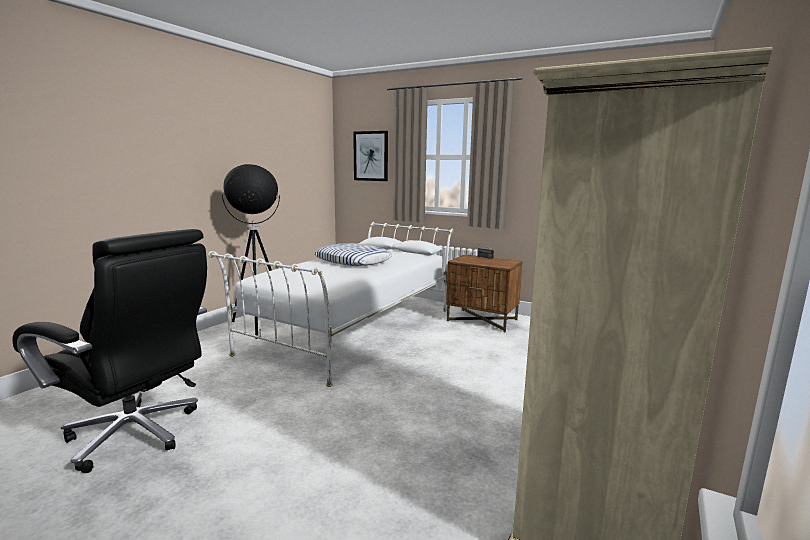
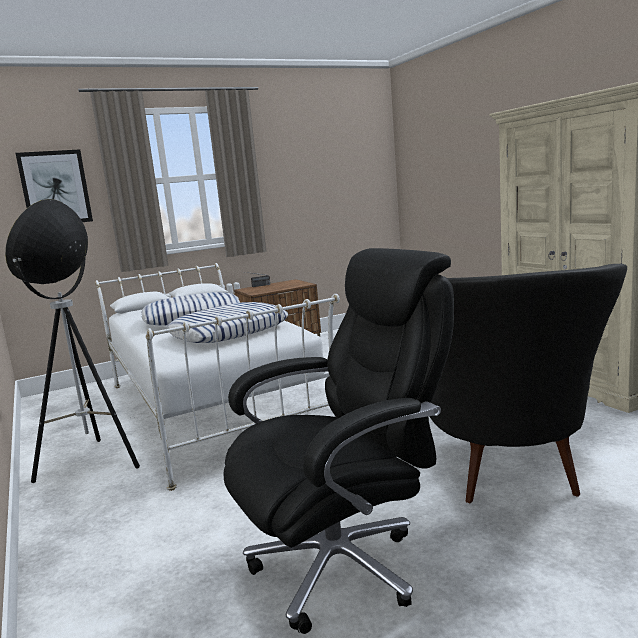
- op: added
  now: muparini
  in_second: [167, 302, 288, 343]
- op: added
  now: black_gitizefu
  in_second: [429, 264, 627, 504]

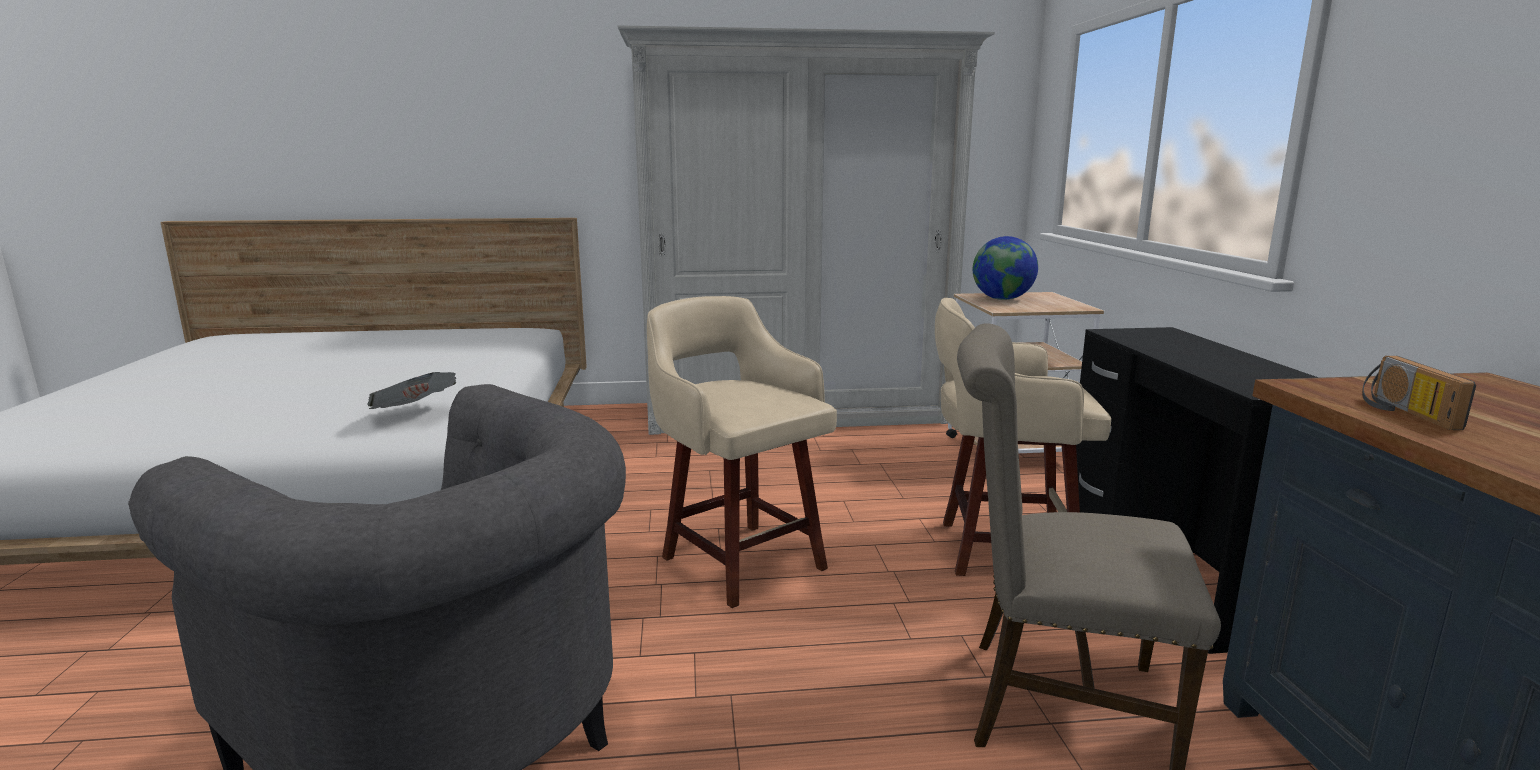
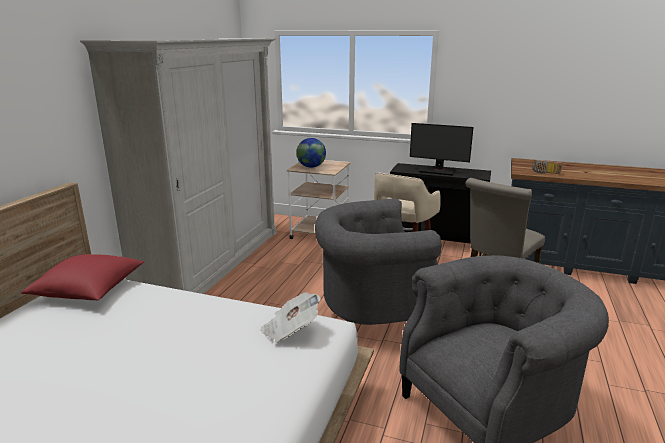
- op: added
  now: red_muparini
  in_second: [21, 254, 144, 300]
- op: replaced
  was: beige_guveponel
  now: grey_gitizefu
  in_first: [647, 296, 837, 608]
  in_second: [315, 198, 442, 325]
- op: added
  now: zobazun
  in_second: [410, 123, 473, 176]

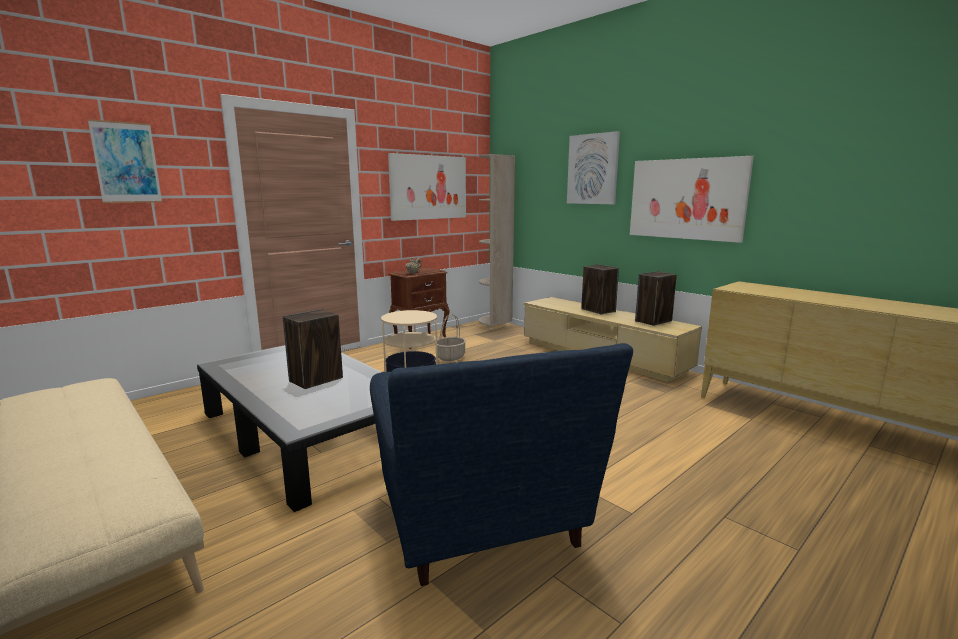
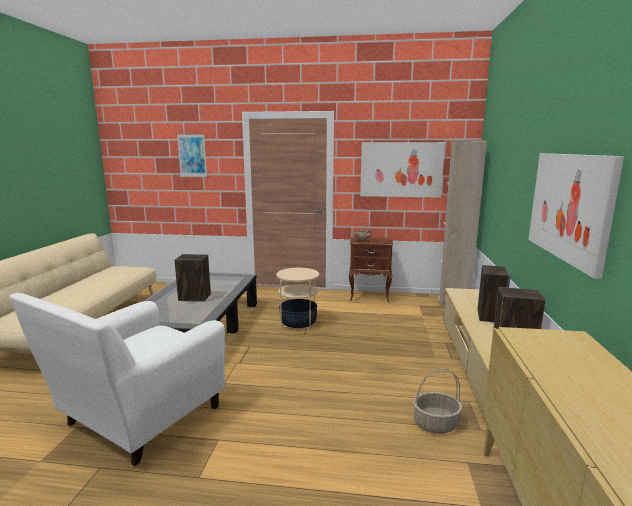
- op: recoloured
  was: blue_gitizefu
  now: white_gitizefu
  in_first: [370, 343, 633, 586]
  in_second: [9, 293, 225, 466]
- op: moved
  was: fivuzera
  in_first: [435, 314, 466, 361]
  in_second: [413, 368, 463, 434]
- op: removed
  was: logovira
  in_first: [567, 131, 620, 204]

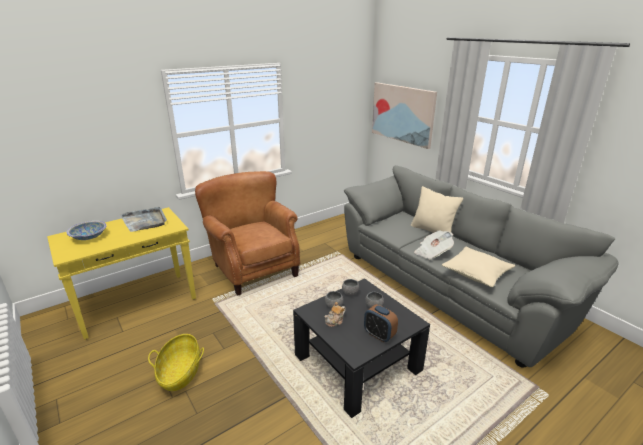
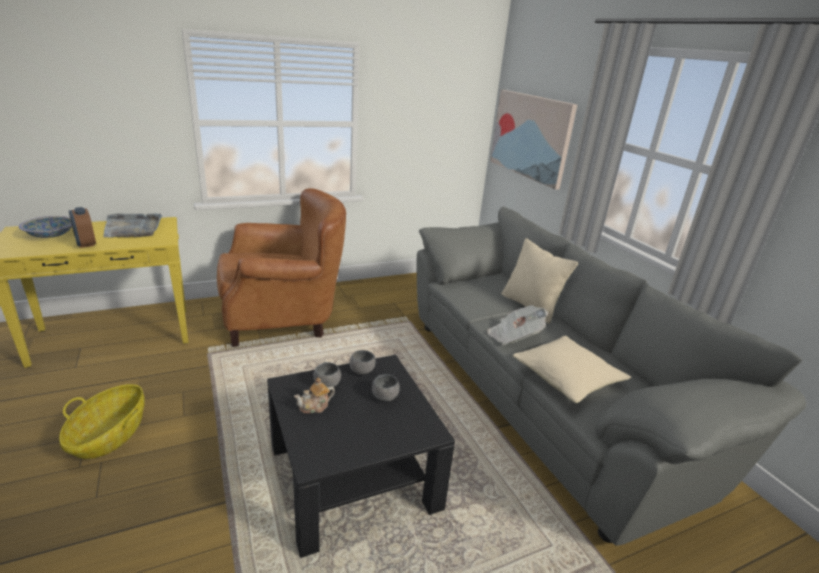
- op: moved
  was: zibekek
  in_first: [364, 304, 398, 342]
  in_second: [69, 207, 96, 248]
- op: turned
  was: brown_gitizefu
  in_first: [195, 171, 300, 296]
  in_second: [217, 188, 346, 347]
  clockwise: 90

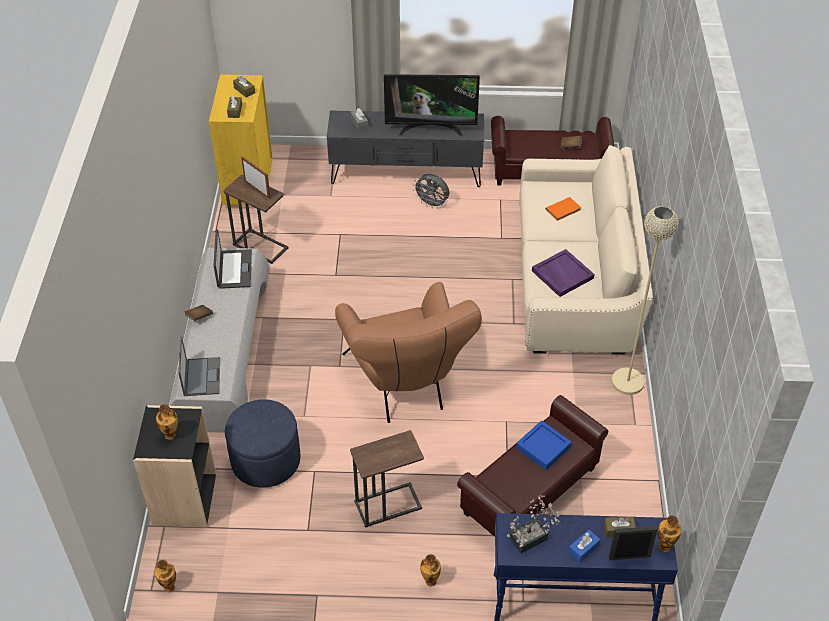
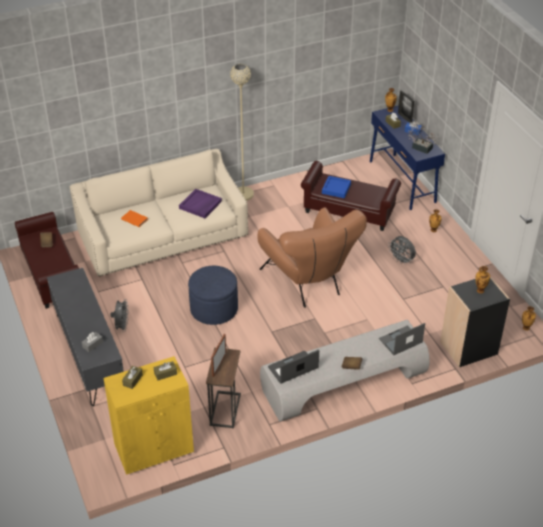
- op: moved
  was: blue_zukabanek
  in_first: [225, 399, 301, 488]
  in_second: [188, 266, 238, 325]
- op: turned
  was: brown_gitizefu
  in_first: [335, 282, 482, 423]
  in_second: [257, 207, 367, 308]
  clockwise: 105
- op: replaced
  was: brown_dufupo
  now: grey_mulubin
  in_first: [350, 430, 424, 528]
  in_second: [389, 236, 416, 265]
- op: removed
  was: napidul
  in_first: [384, 74, 480, 136]

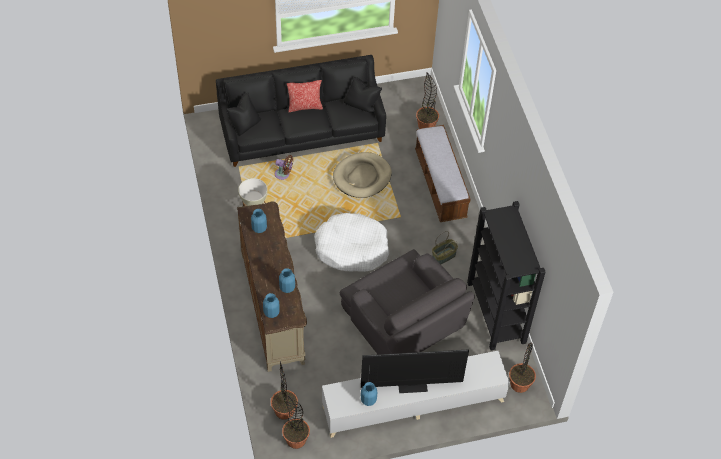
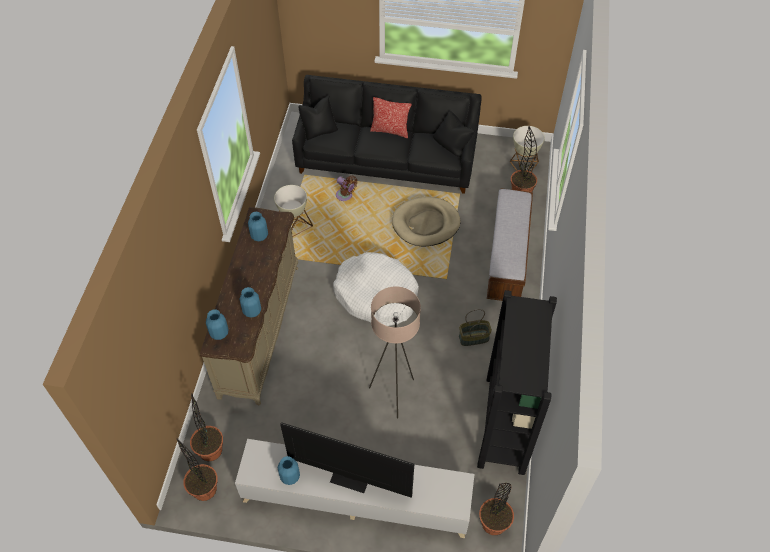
- op: replaced
  was: grey_gitizefu
  now: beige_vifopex
  in_first: [340, 249, 475, 354]
  in_second: [369, 286, 421, 419]
- op: added
  now: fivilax
  in_second: [510, 126, 545, 171]

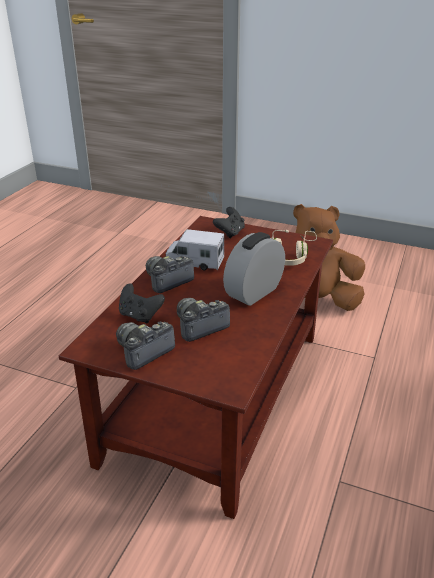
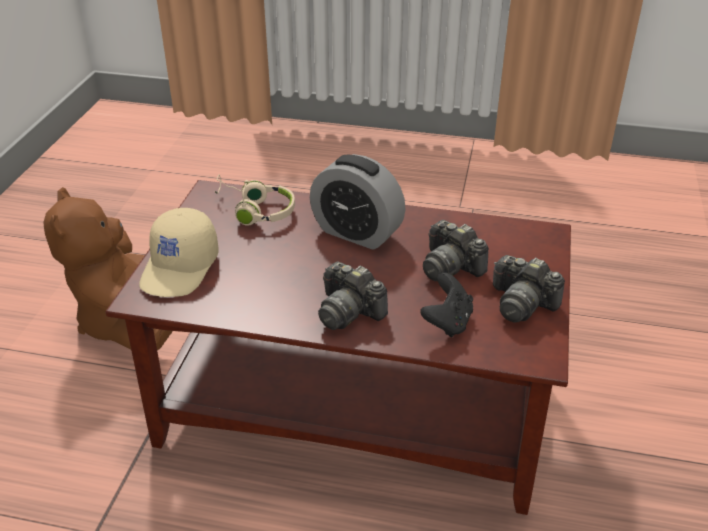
- op: replaced
  was: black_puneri
  now: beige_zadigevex
  in_first: [213, 207, 245, 239]
  in_second: [139, 208, 219, 297]
- op: removed
  was: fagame
  in_first: [166, 229, 224, 270]

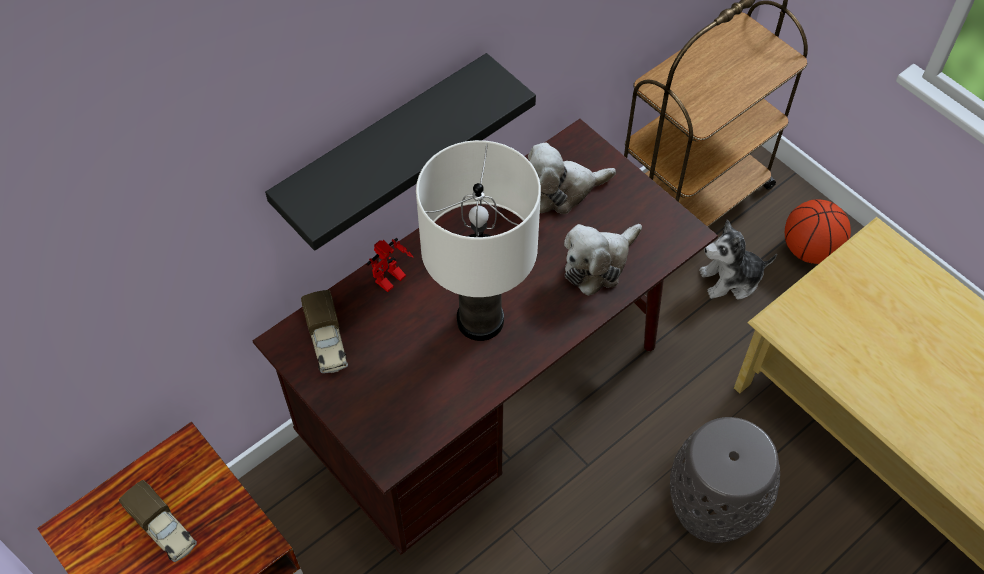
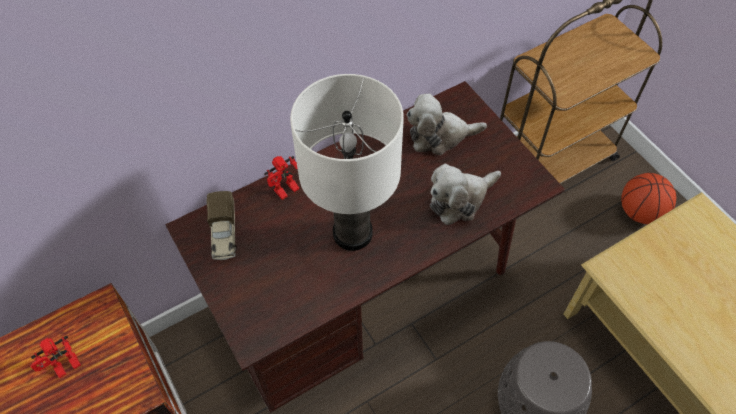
- op: replaced
  was: fagame
  now: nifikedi
  in_first: [119, 480, 197, 562]
  in_second: [31, 336, 81, 378]
- op: removed
  was: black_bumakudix
  in_first: [265, 53, 536, 251]
- op: removed
  was: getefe
  in_first: [699, 220, 777, 300]

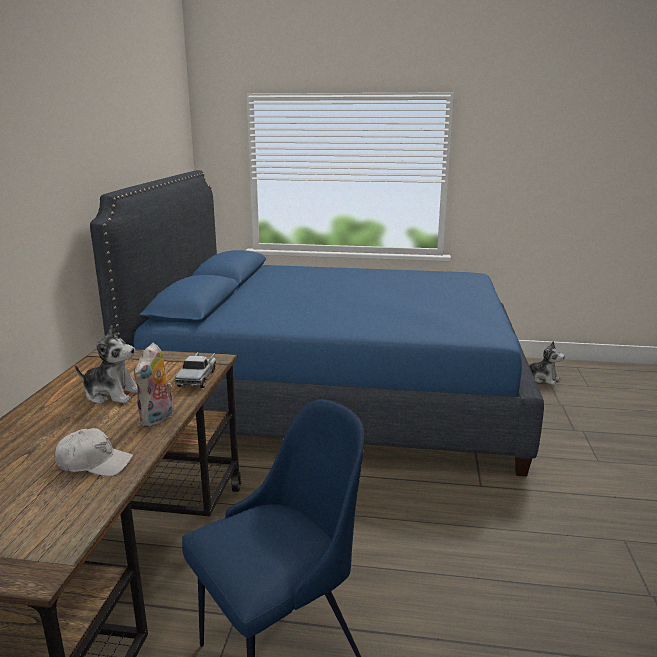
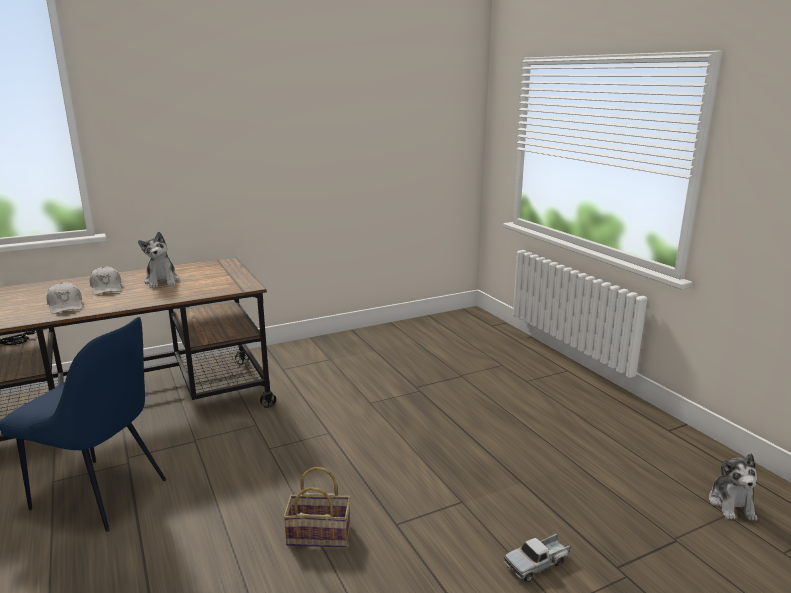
- op: added
  now: white_zadigevex
  in_second: [90, 266, 121, 295]
- op: added
  now: fivuzera
  in_second: [283, 467, 351, 548]
- op: moved
  was: fagame
  in_first: [175, 352, 216, 388]
  in_second: [504, 533, 570, 582]
- op: removed
  was: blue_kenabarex
  in_first: [90, 170, 544, 477]
- op: removed
  was: getefe
  in_first: [134, 343, 174, 428]

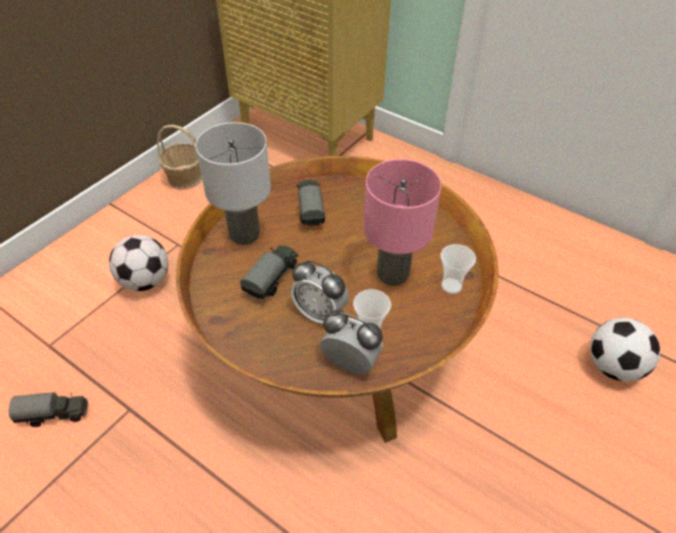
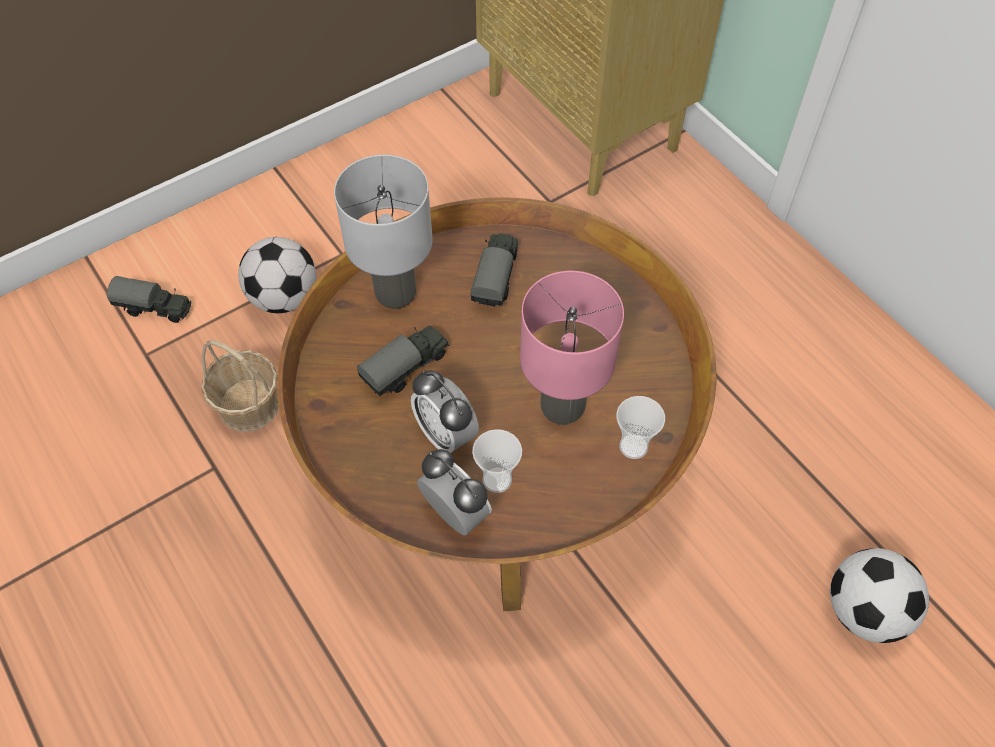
- op: moved
  was: fagame
  in_first: [9, 392, 88, 427]
  in_second: [107, 276, 191, 323]
- op: moved
  was: fivuzera
  in_first: [157, 125, 202, 189]
  in_second: [201, 340, 279, 432]

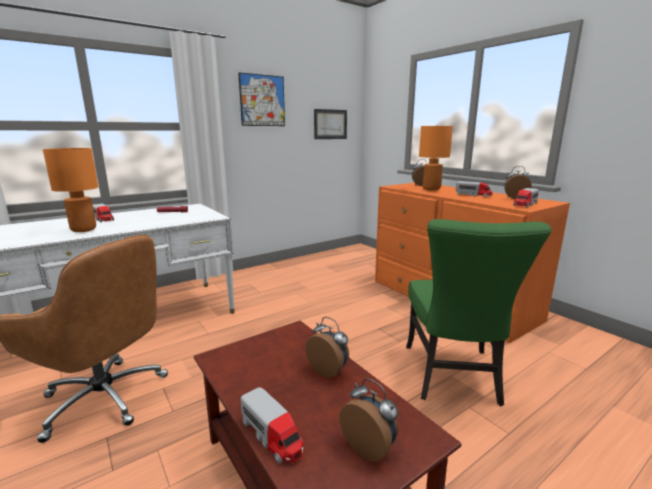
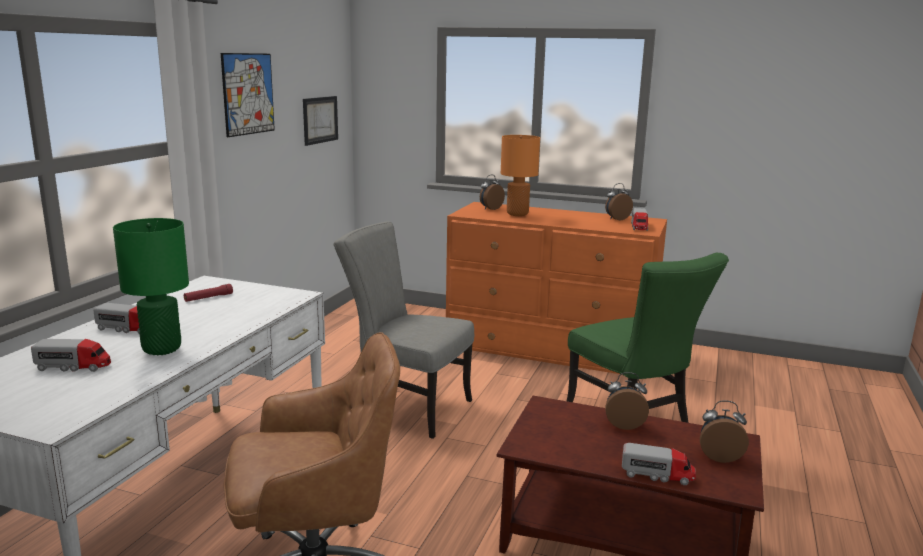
- op: moved
  was: fagame
  in_first: [456, 181, 492, 197]
  in_second: [31, 339, 111, 372]
- op: recoloured
  was: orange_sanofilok
  now: green_sanofilok
  in_first: [43, 148, 98, 232]
  in_second: [113, 218, 189, 356]
- op: added
  now: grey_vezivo
  in_second: [333, 221, 474, 439]

